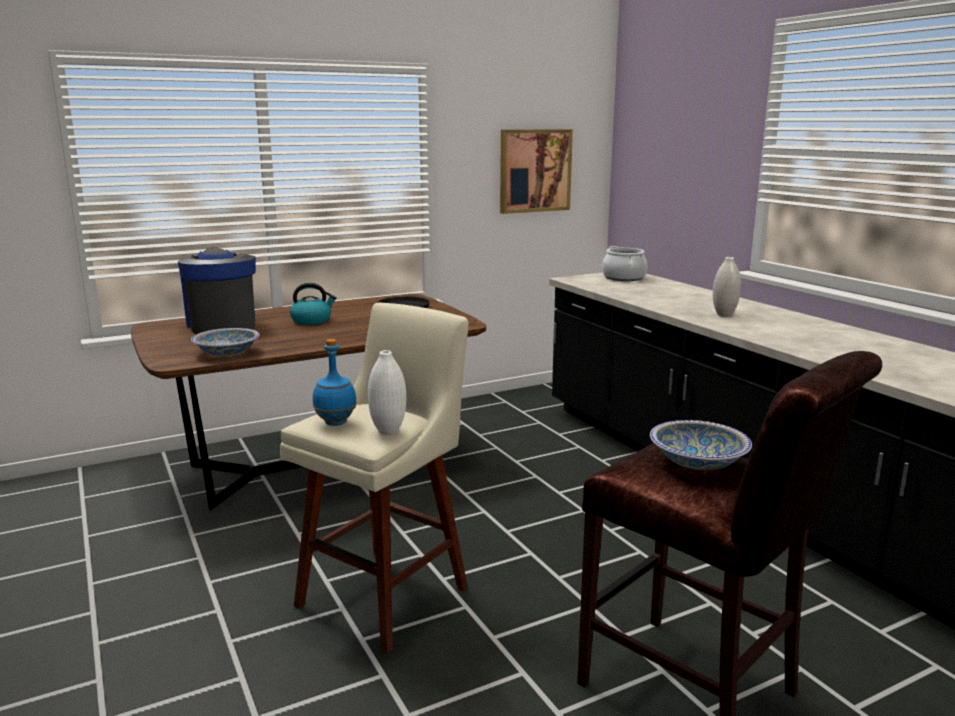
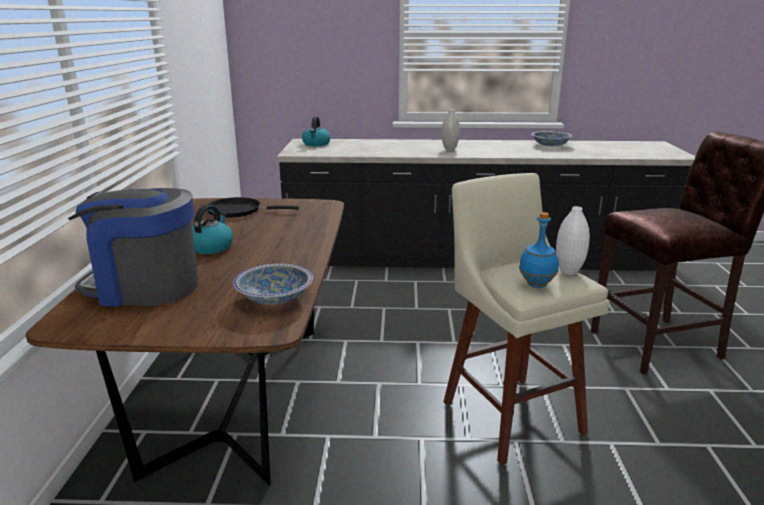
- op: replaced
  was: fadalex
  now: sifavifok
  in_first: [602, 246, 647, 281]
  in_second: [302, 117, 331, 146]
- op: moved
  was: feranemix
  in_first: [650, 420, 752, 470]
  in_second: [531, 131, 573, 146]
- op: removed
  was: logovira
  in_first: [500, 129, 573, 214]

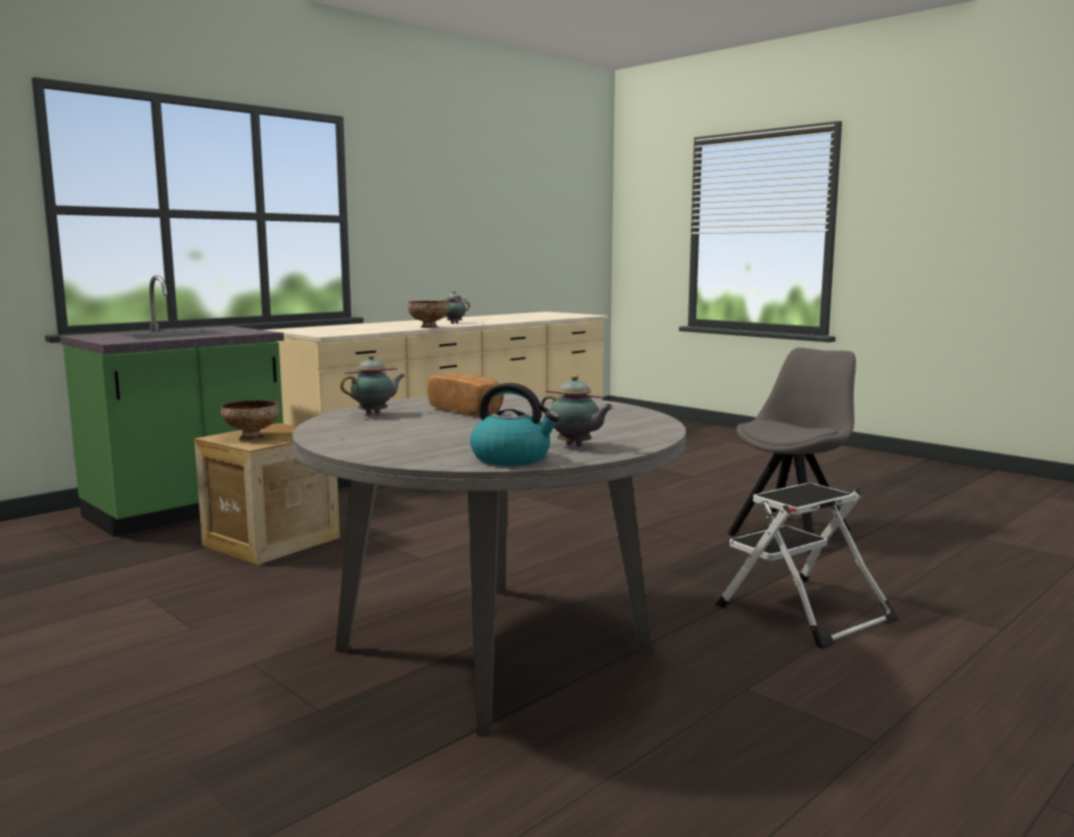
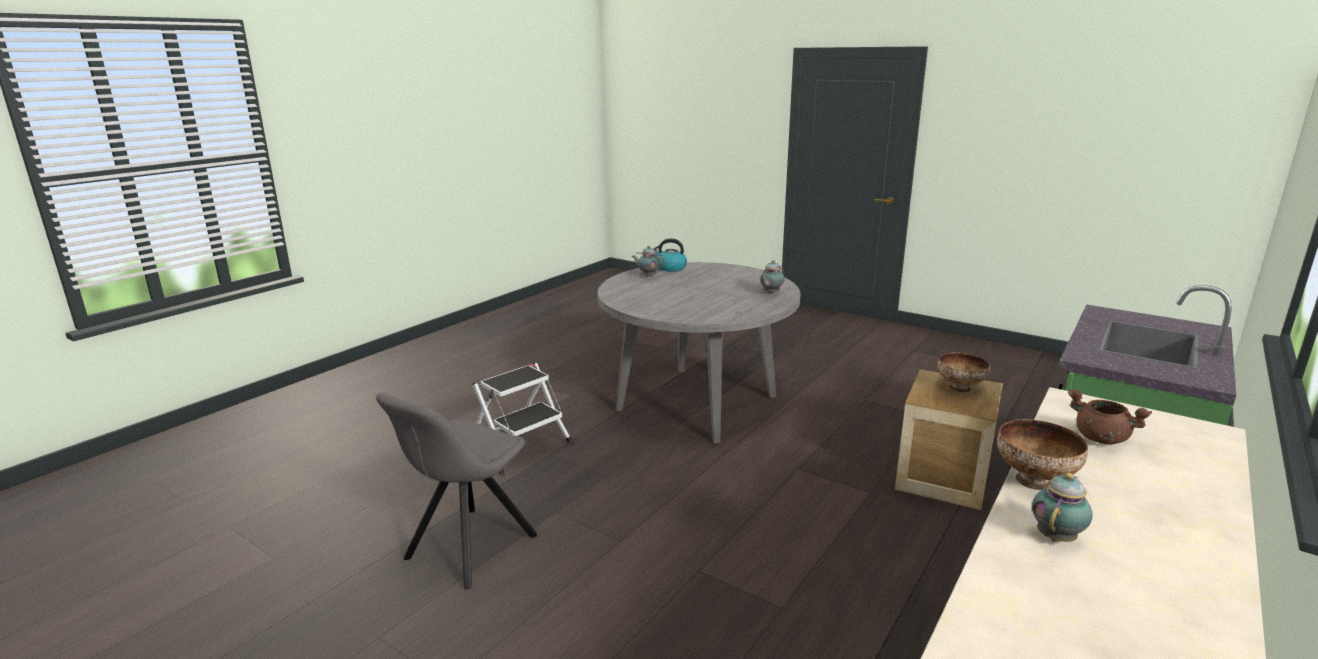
- op: added
  now: brown_fadalex
  in_second: [1068, 390, 1152, 444]
- op: removed
  was: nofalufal
  in_first: [428, 373, 504, 416]

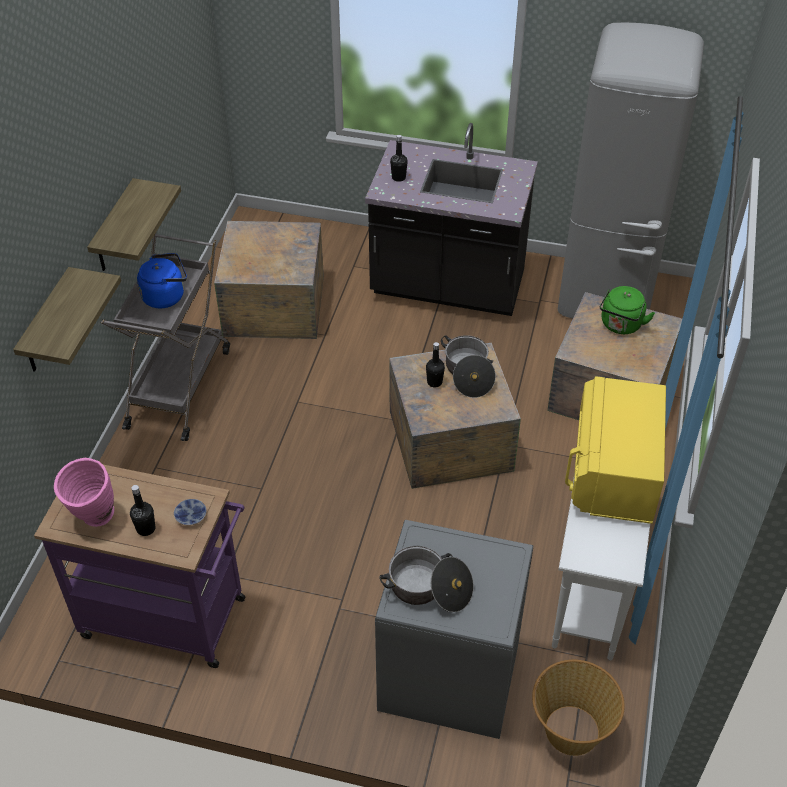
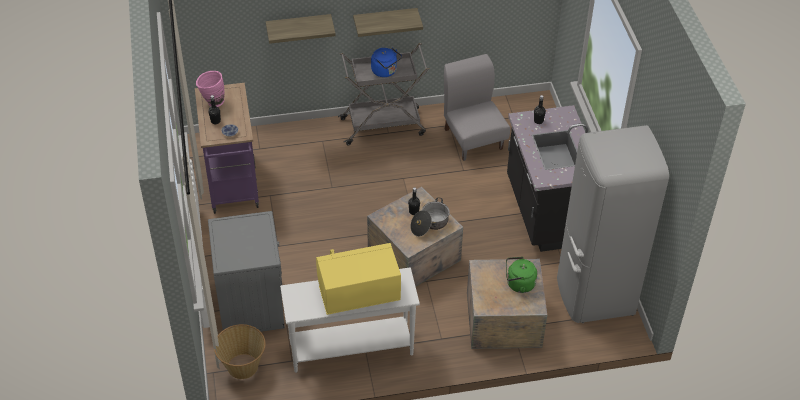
- op: replaced
  was: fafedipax
  now: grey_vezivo
  in_first: [214, 221, 324, 339]
  in_second: [444, 54, 510, 161]
- op: removed
  was: fadalex
  in_first: [379, 546, 474, 612]

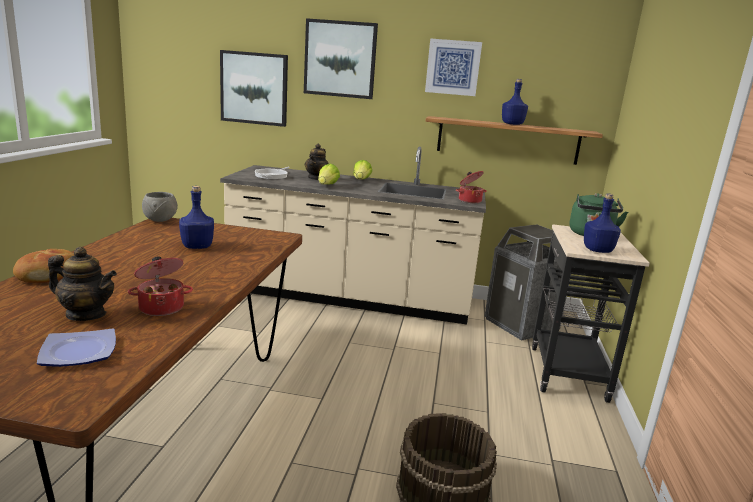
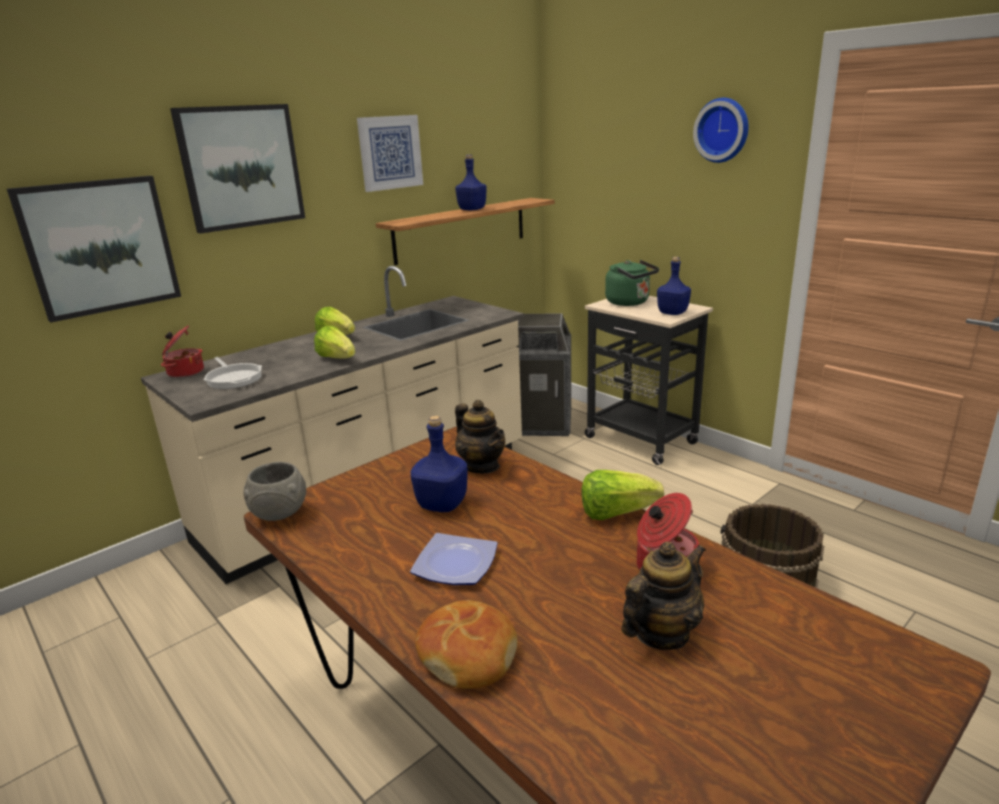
- op: moved
  was: fadalex
  in_first: [456, 171, 487, 203]
  in_second: [161, 326, 204, 378]
- op: moved
  was: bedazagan
  in_first: [37, 328, 116, 367]
  in_second: [410, 533, 498, 585]
- op: moved
  was: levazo
  in_first: [305, 144, 329, 180]
  in_second: [455, 400, 505, 473]
- op: added
  now: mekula
  in_second: [581, 470, 664, 520]
- op: added
  now: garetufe
  in_second: [693, 98, 748, 163]

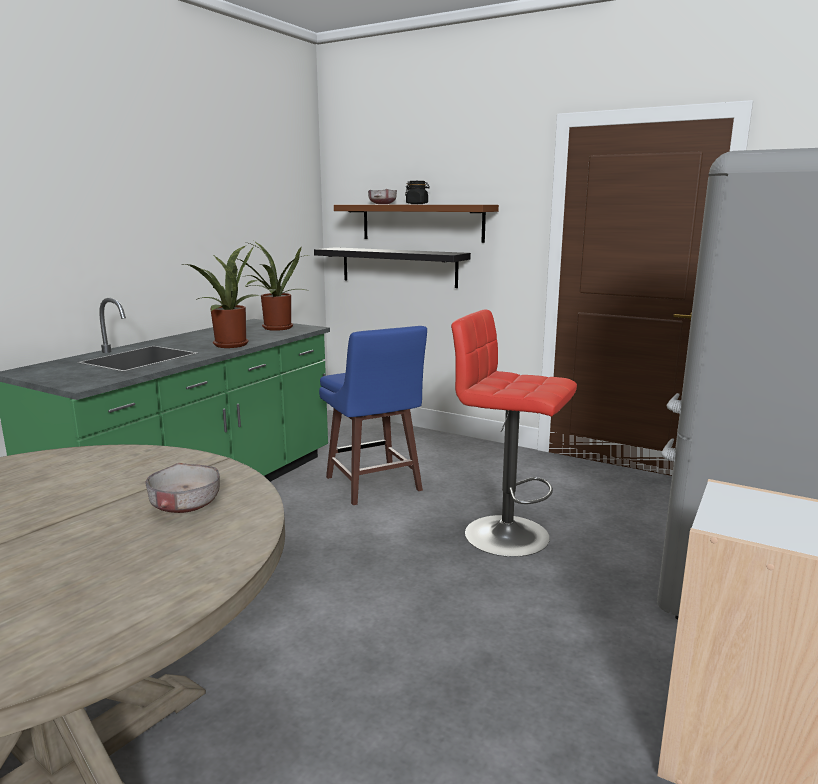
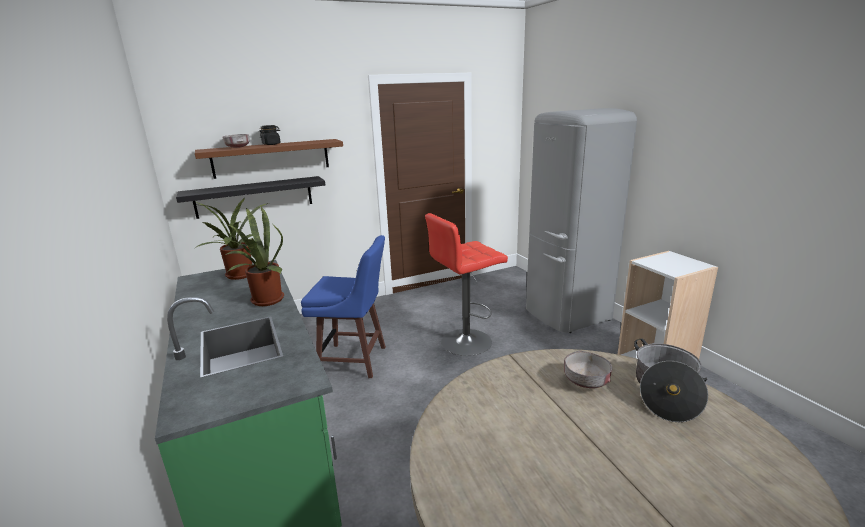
- op: added
  now: fadalex
  in_second: [634, 338, 708, 422]

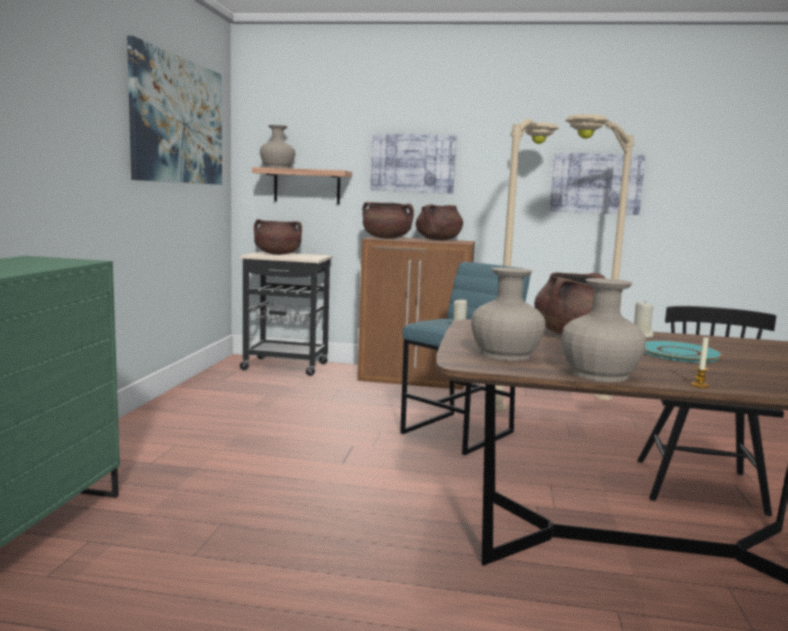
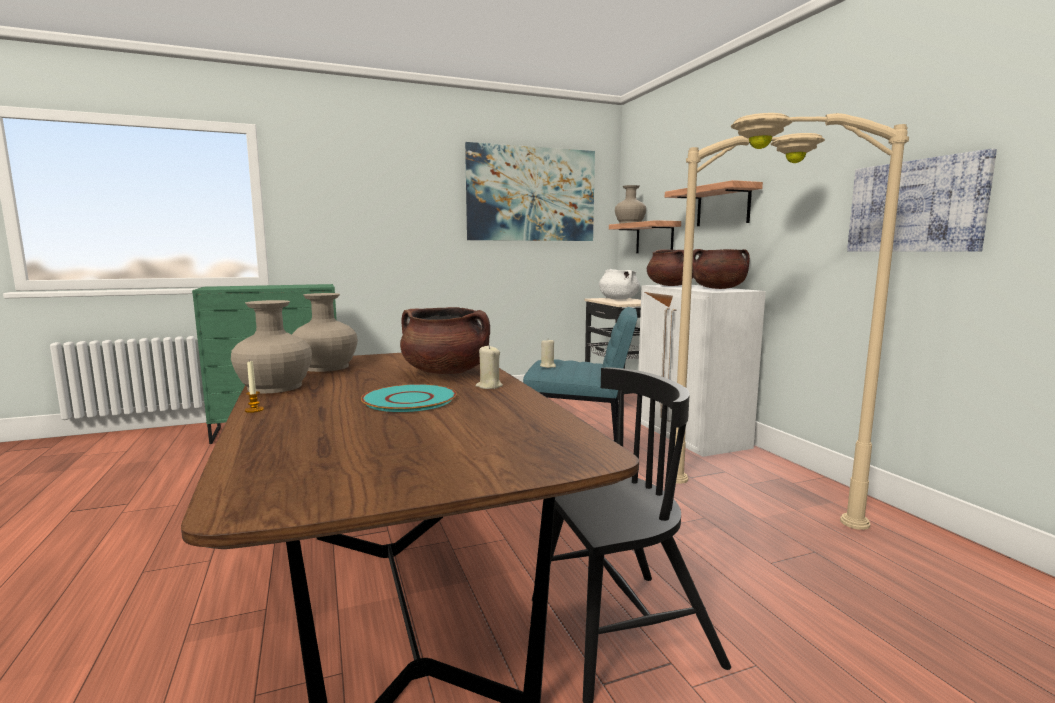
- op: recoloured
  was: brown_fadalex
  now: white_fadalex
  in_first: [254, 219, 302, 255]
  in_second: [599, 269, 640, 300]
- op: recoloured
  was: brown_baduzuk
  now: white_baduzuk
  in_first: [357, 236, 475, 390]
  in_second: [638, 285, 766, 457]
- op: replaced
  was: logovira
  now: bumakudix
  in_first: [370, 133, 456, 194]
  in_second: [665, 180, 763, 226]

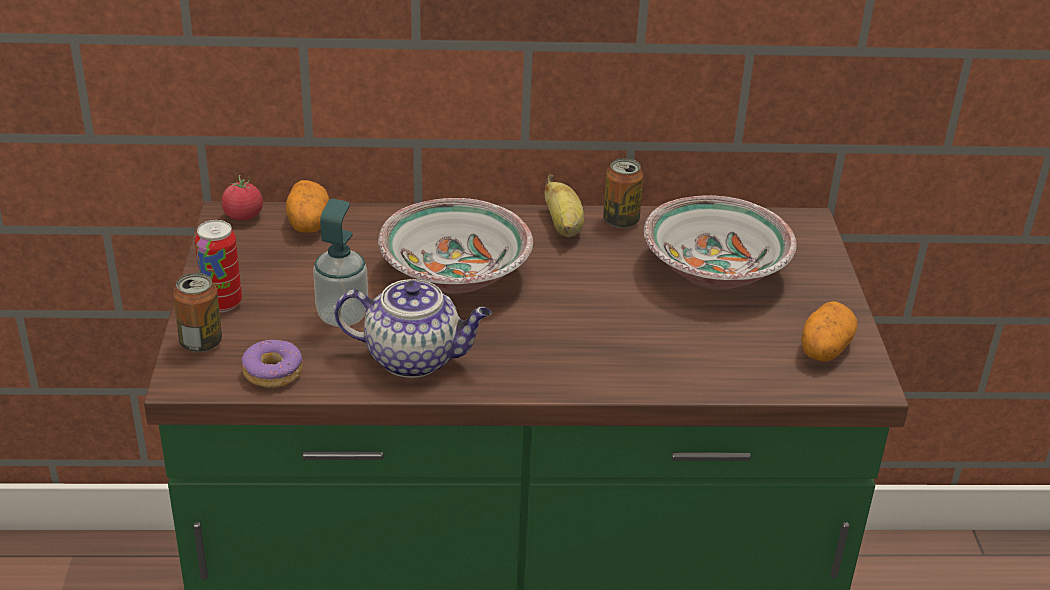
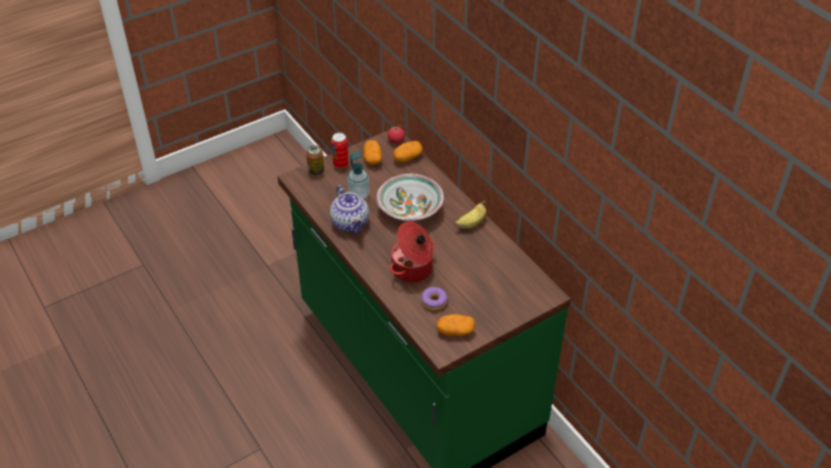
- op: added
  now: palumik
  in_second: [364, 140, 382, 165]
- op: added
  now: fadalex
  in_second: [390, 221, 435, 283]
- op: moved
  was: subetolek
  in_first: [241, 340, 302, 388]
  in_second: [421, 287, 448, 310]
- op: removed
  was: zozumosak
  in_first: [603, 158, 643, 228]
- op: removed
  was: feranemix
  in_first: [643, 195, 797, 290]

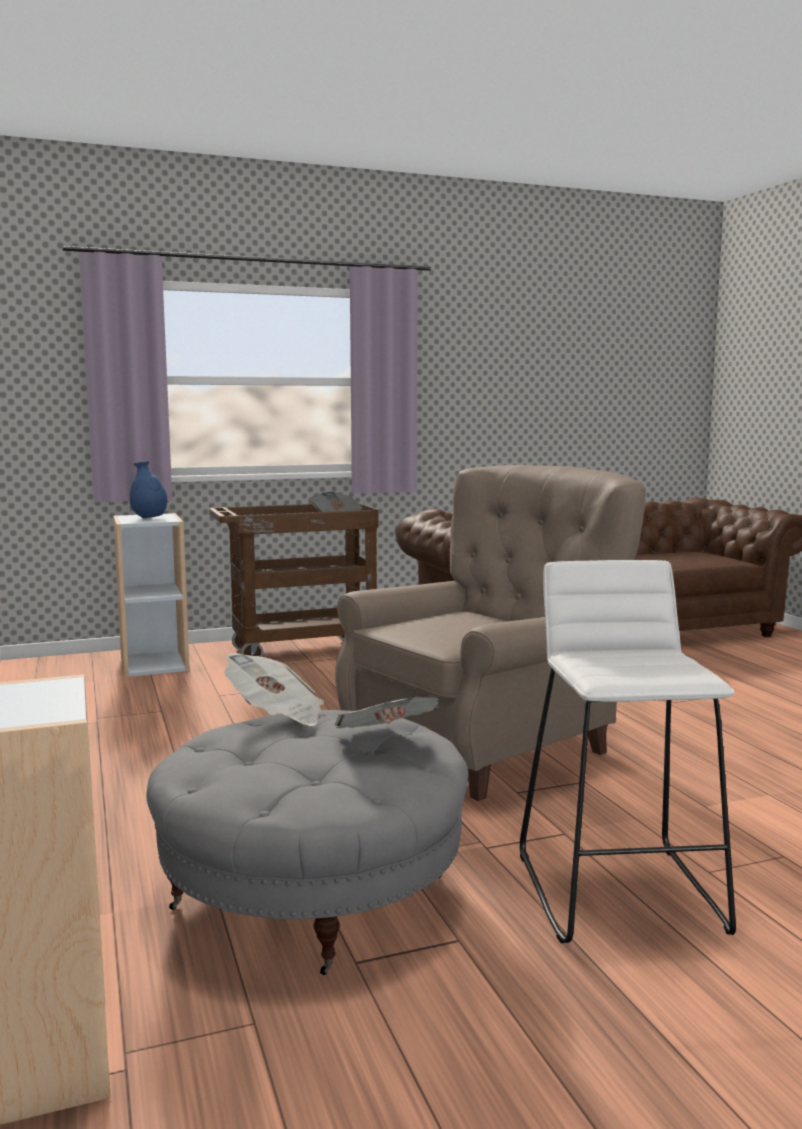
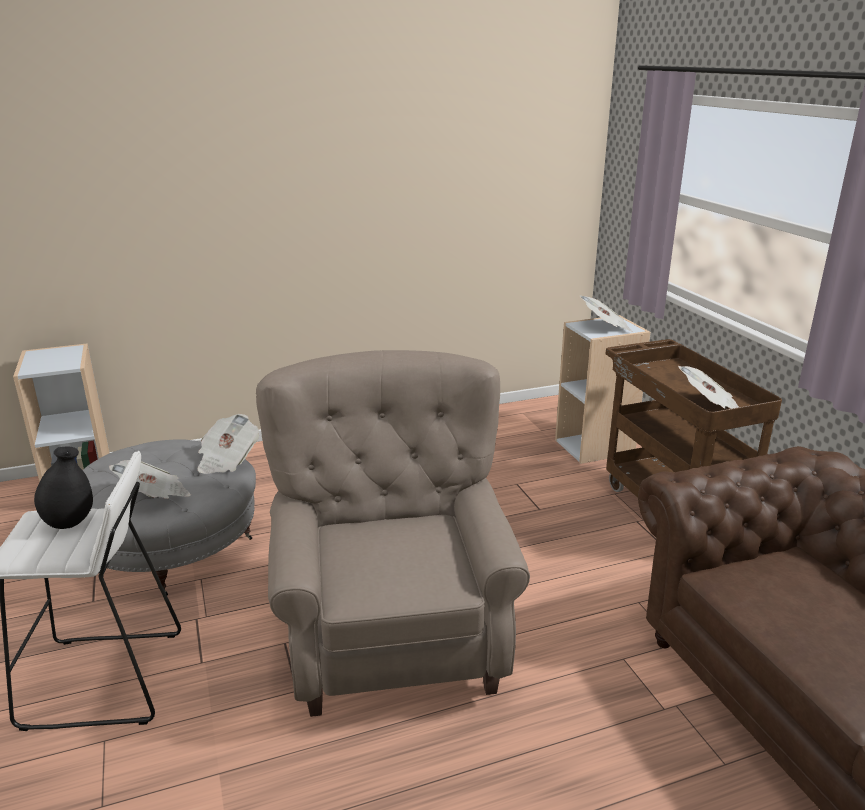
- op: added
  now: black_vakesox
  in_second: [34, 446, 93, 529]
- op: turned
  was: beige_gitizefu
  in_first: [335, 465, 646, 801]
  in_second: [256, 350, 530, 717]
  clockwise: -150
- op: replaced
  was: blue_vakesox
  now: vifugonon
  in_first: [130, 461, 167, 518]
  in_second: [579, 295, 632, 331]

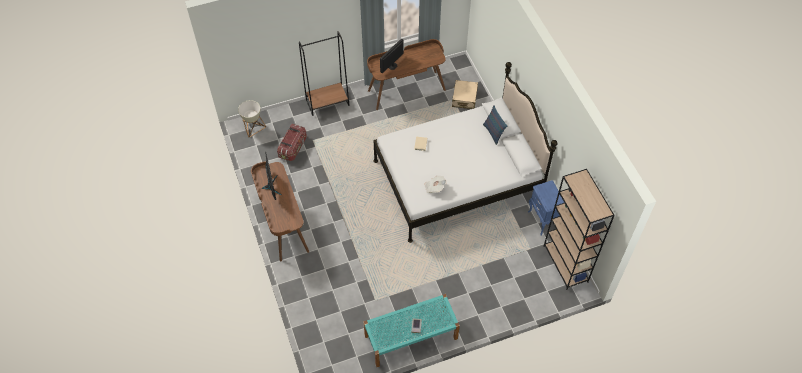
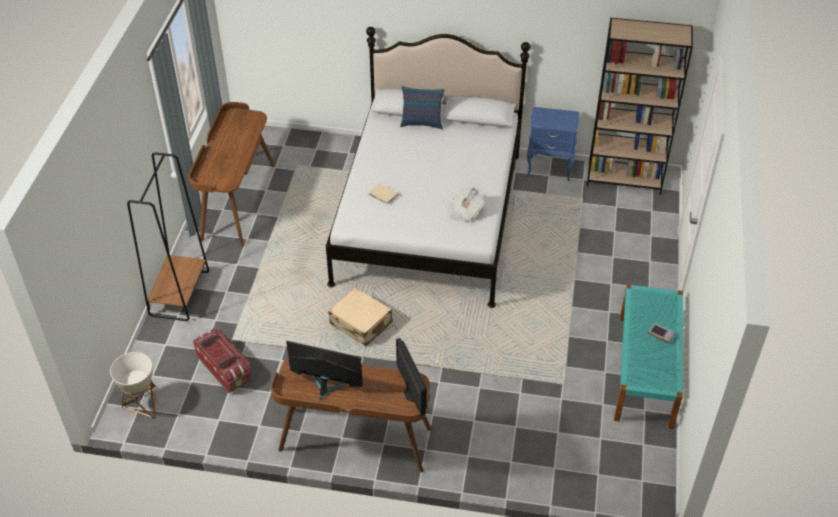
- op: moved
  was: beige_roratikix
  in_first: [452, 80, 478, 109]
  in_second: [328, 288, 393, 346]
- op: moved
  was: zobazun
  in_first: [380, 39, 404, 73]
  in_second: [396, 338, 427, 416]

